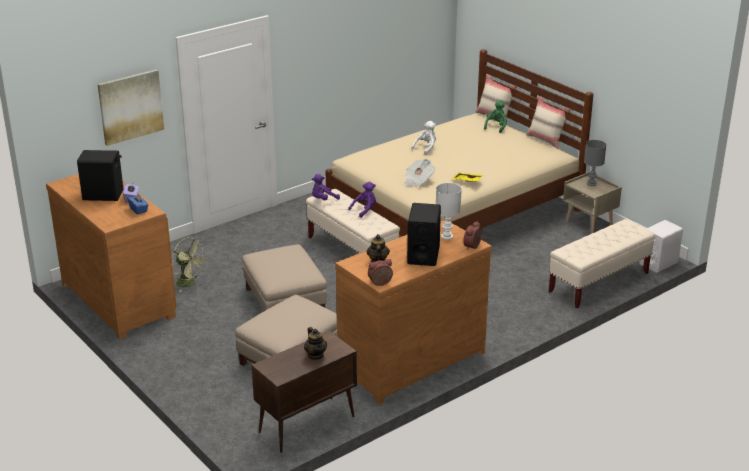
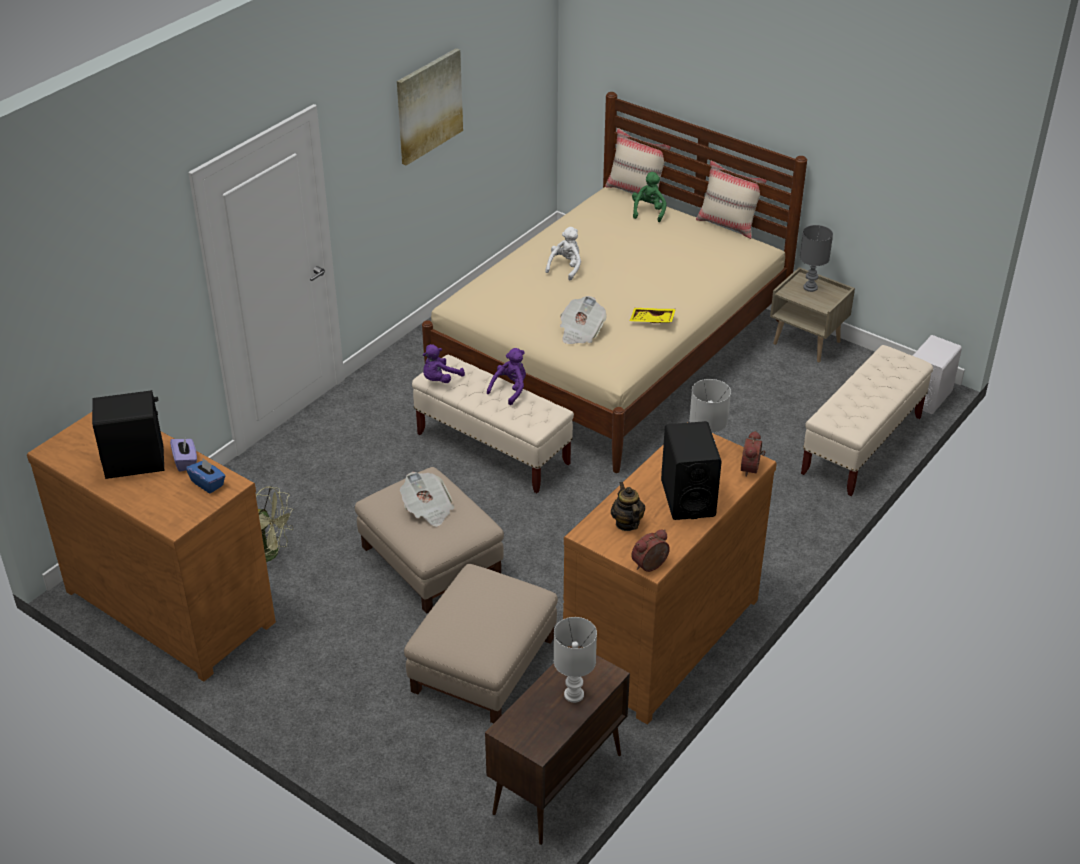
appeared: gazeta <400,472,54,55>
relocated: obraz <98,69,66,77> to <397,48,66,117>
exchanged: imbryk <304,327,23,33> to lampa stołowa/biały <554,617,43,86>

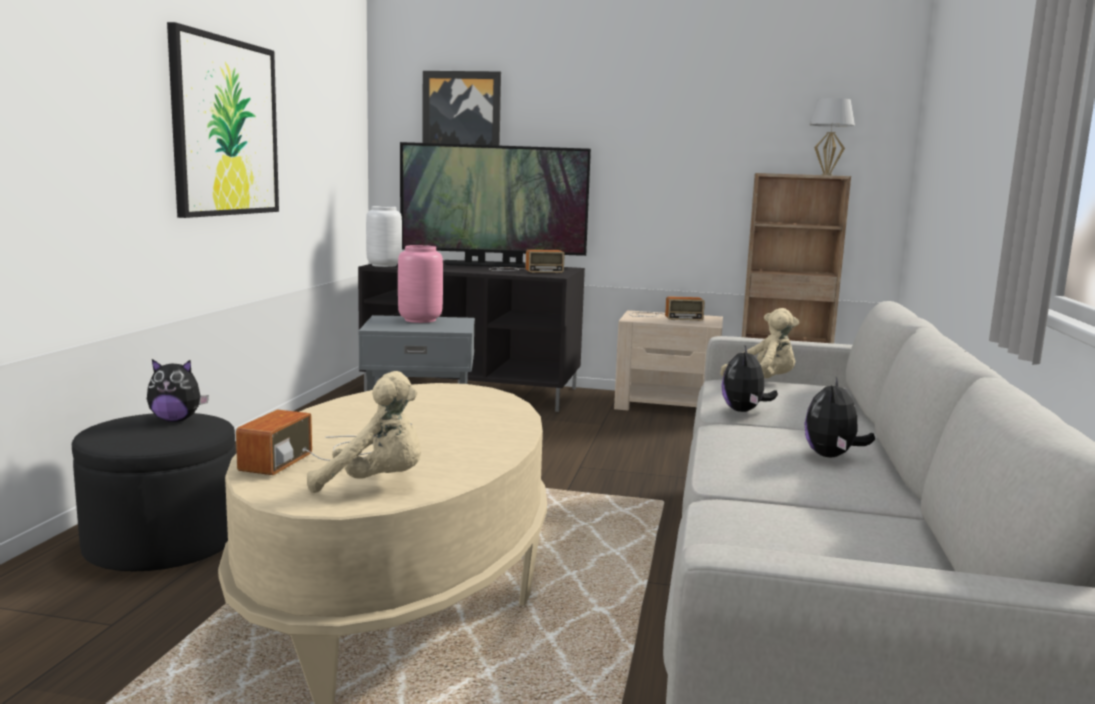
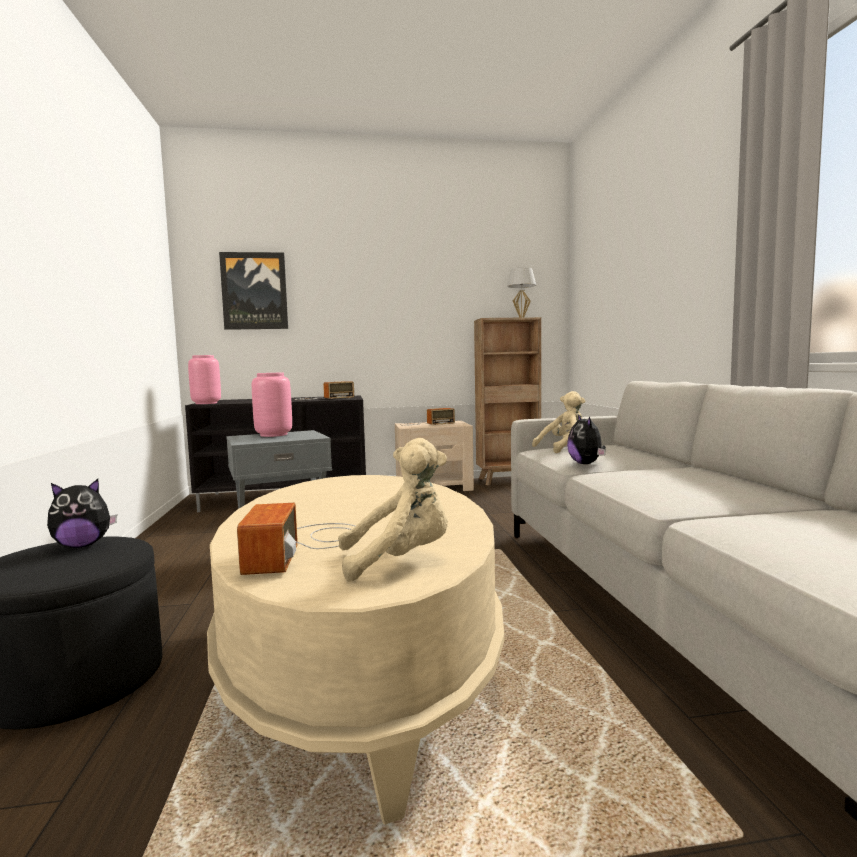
missing: obraz <167,22,112,196>; telewizor <400,142,191,126>; pluszak <805,377,70,80>
colour: wazon/biały <366,206,36,61> to wazon/różowy <188,355,33,49>

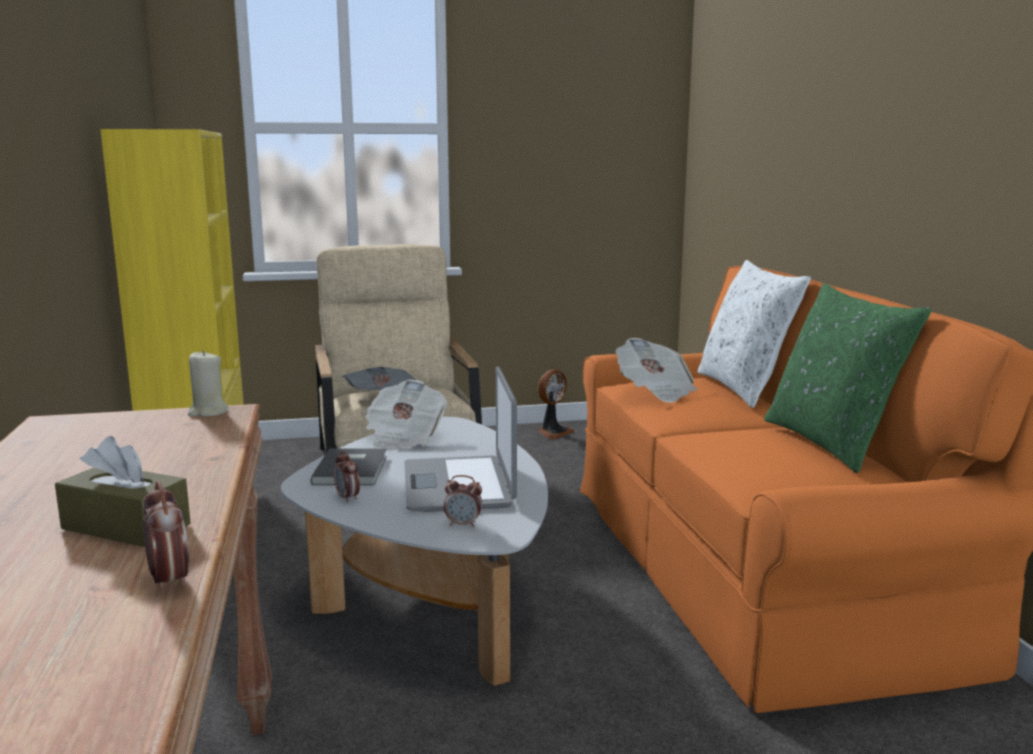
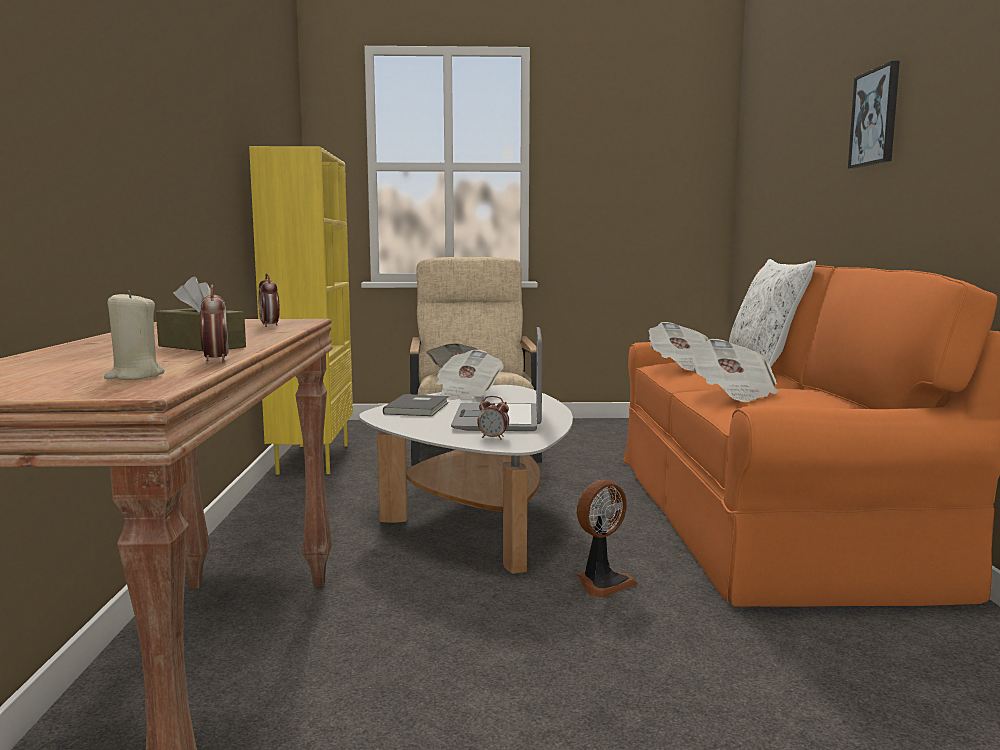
missing: poduszka/zielony <764,283,167,190>
appeared: gazeta <692,339,87,63>; obraz <848,61,52,108>
relocated: świeca/beżowy <188,350,40,67> to <104,290,61,90>; budzik <334,451,26,51> to <258,273,22,54>; wentylator <538,369,37,70> to <576,480,62,118>

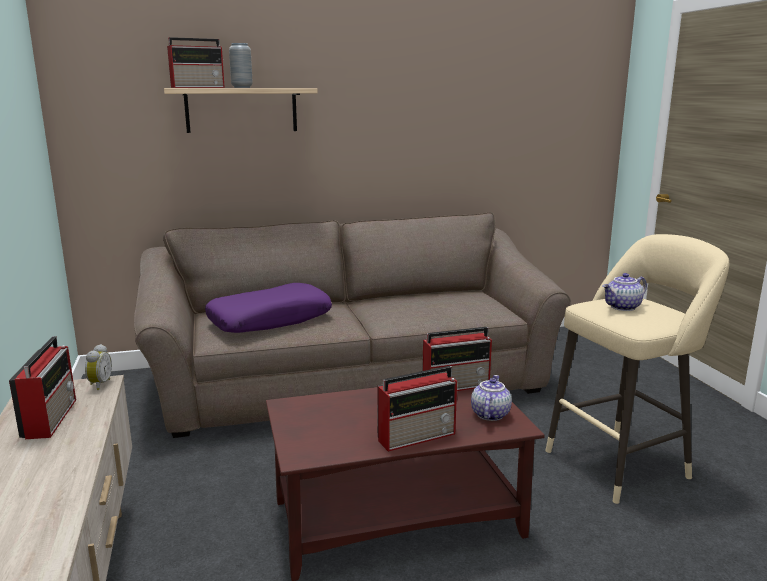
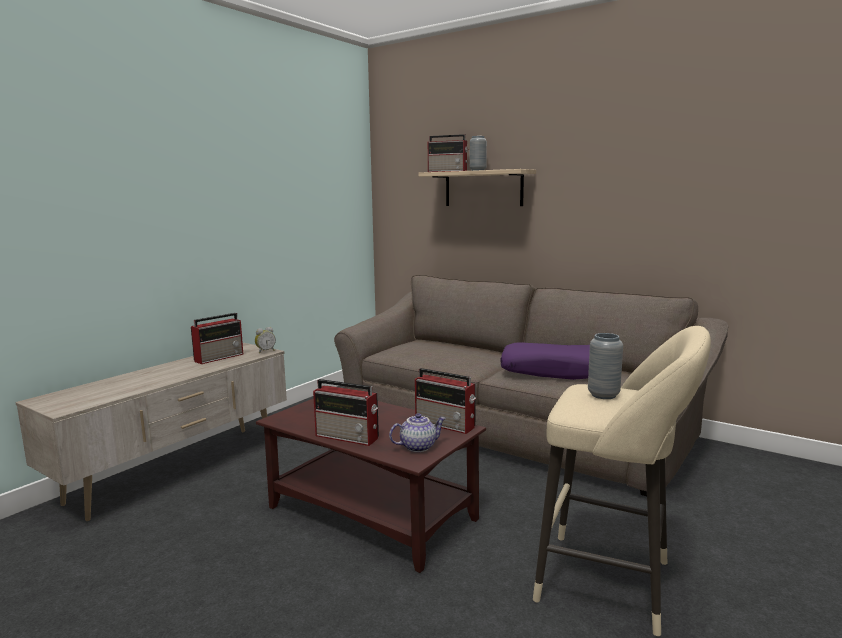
relocated: poduszka/fioletowy <205,283,127,50> to <500,342,90,38>
exchanged: imbryk <603,273,44,38> to wazon/szary <588,333,35,66>

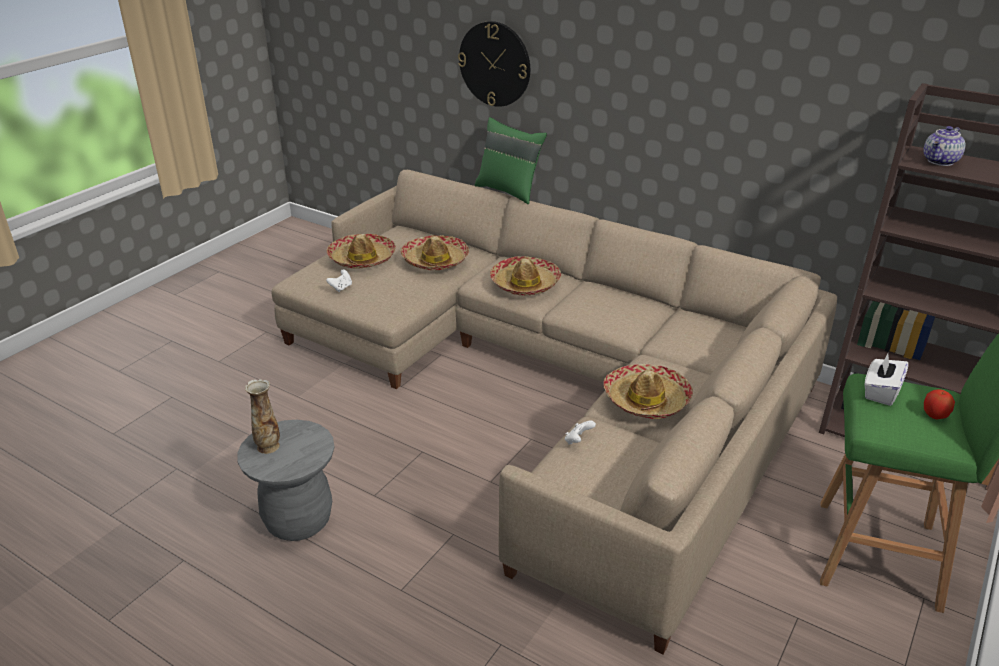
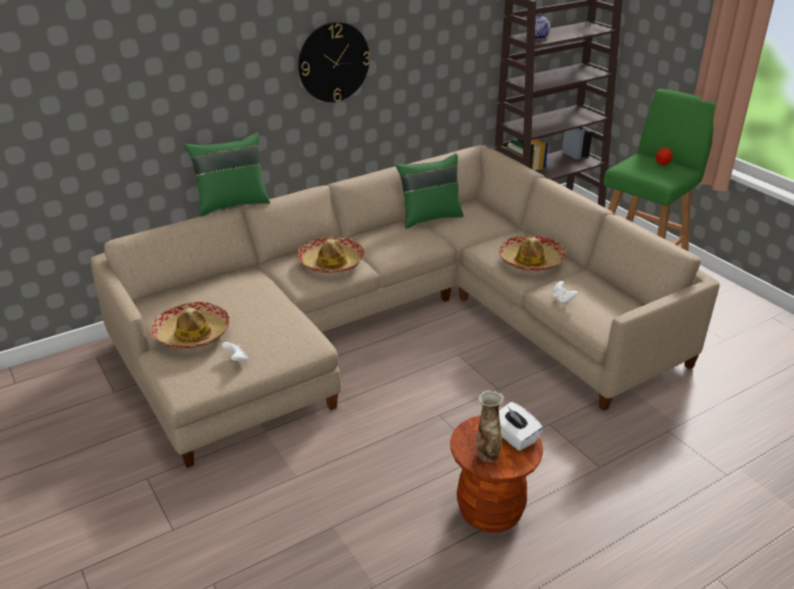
missing: kapelusz <401,235,68,35>
appeared: poduszka/zielony <396,154,68,75>
relocated: zegar ścienny <458,21,72,86> to <298,22,72,80>; pudełko chusteczek/biały <864,353,44,53> to <499,402,44,49>
colour: stołek/szary <237,420,97,121> to stołek/brązowy <450,415,93,118>

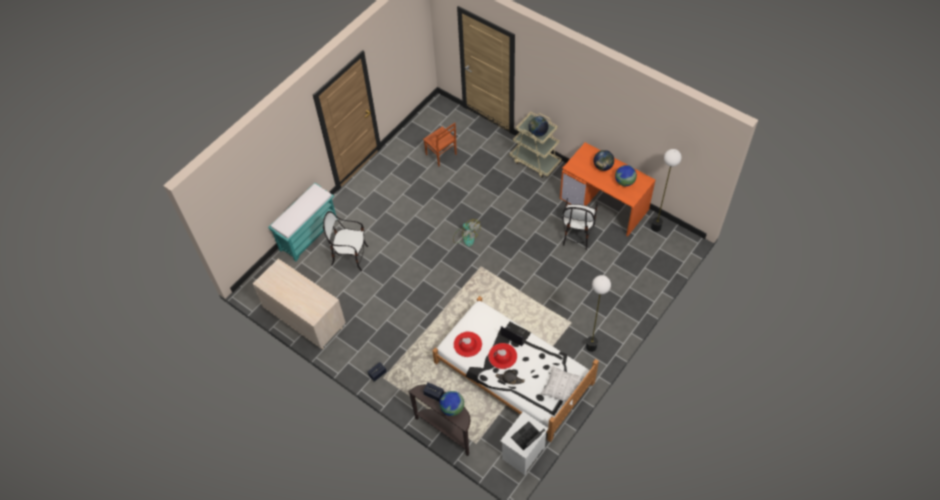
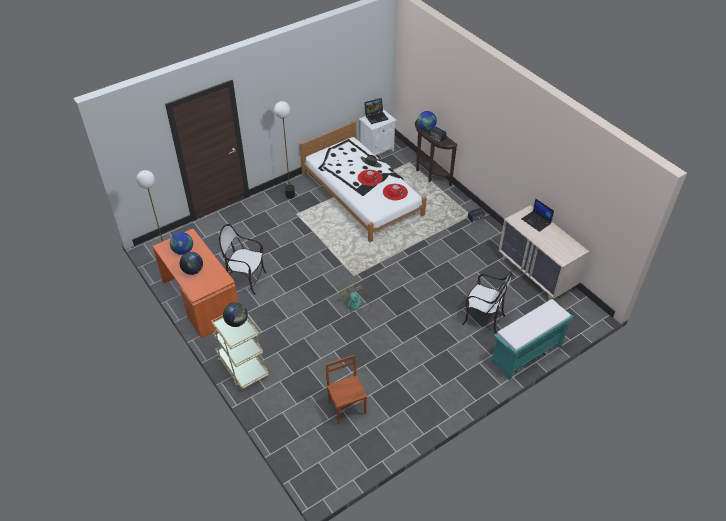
missing: poduszka <541,365,43,40>
relocated: laptop <501,322,30,24> to <522,199,32,33>
spun: krzesło <562,198,35,52> = <219,224,48,71> 105 degrees counterclockwise

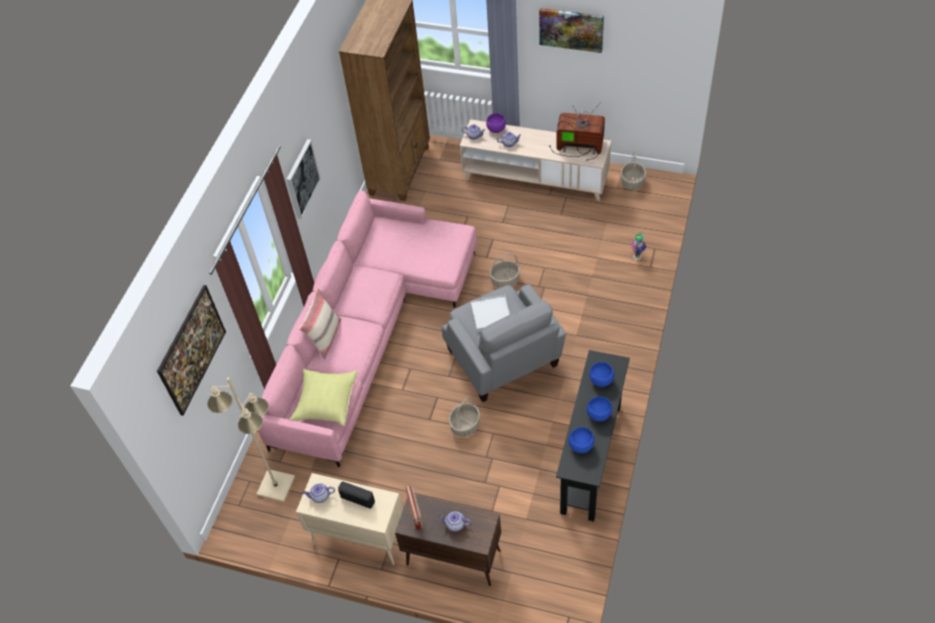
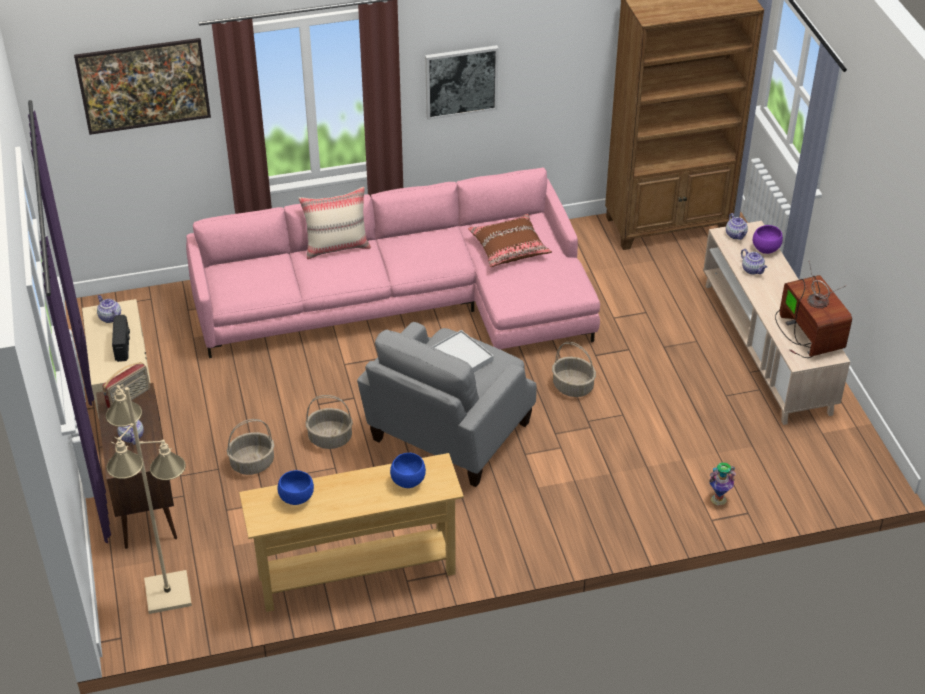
missing: poduszka/żółty <289,369,69,57>; obraz <539,8,65,45>; miska/niebieski <587,397,25,24>
appeared: poduszka/brązowy <468,214,84,53>
relocated: lampa stojąca/beżowy <207,377,88,125> to <106,384,86,230>; koszyk <621,152,25,38> to <227,419,47,56>
colour: stolik konsolowy/czarny <556,350,74,172> to stolik konsolowy/beżowy <239,453,225,159>

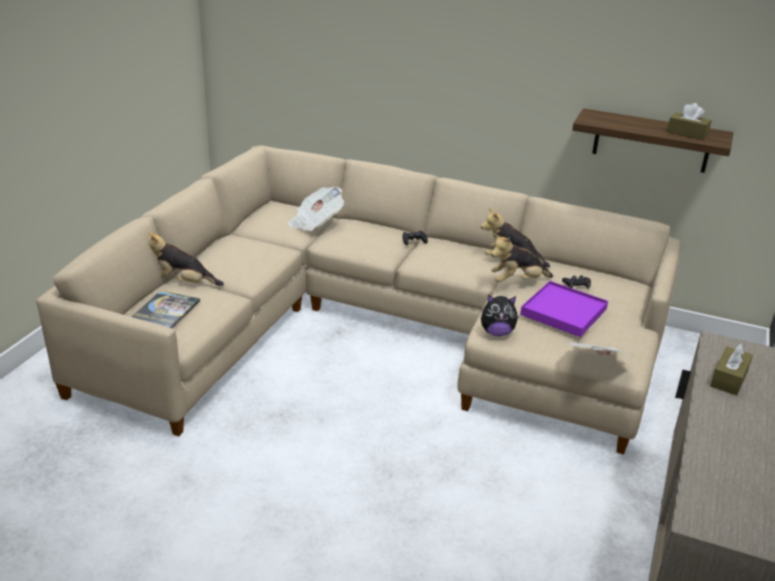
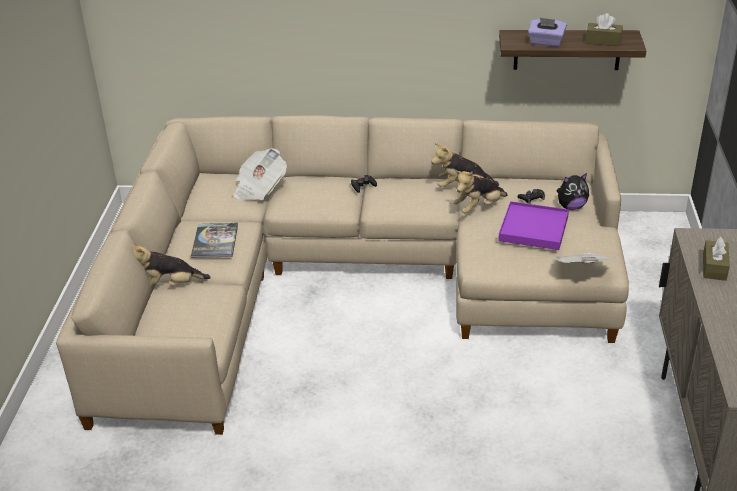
appeared: pudełko chusteczek/fioletowy <528,18,39,29>
relocated: książka <131,291,69,38> to <191,223,47,35>; pluszak <481,295,38,41> to <557,173,32,37>

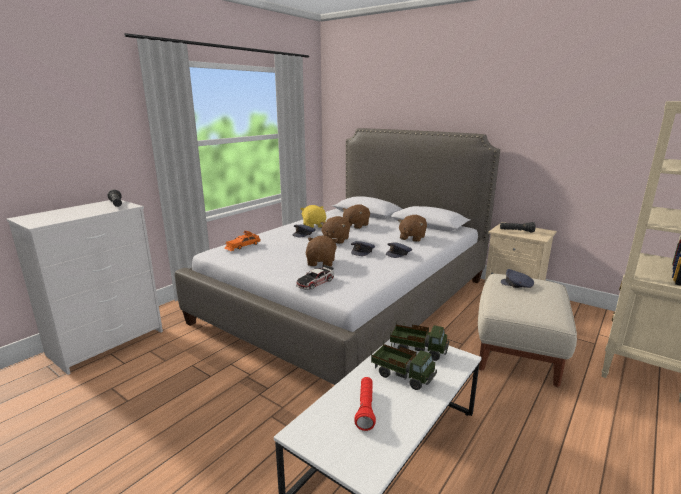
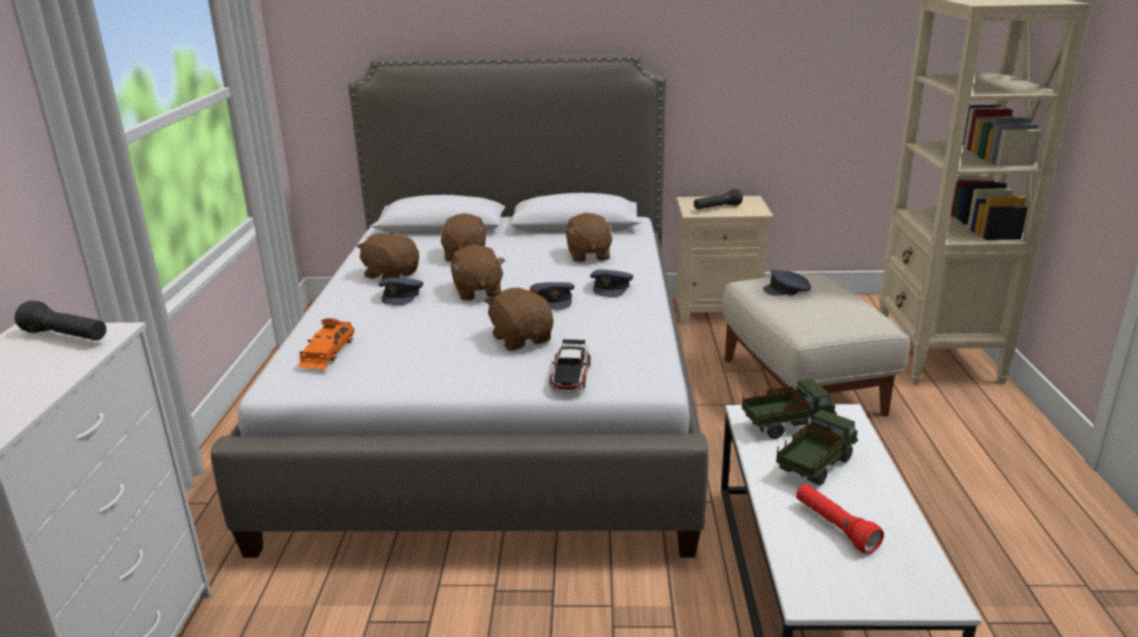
colour: pluszak/żółty <300,205,26,23> to pluszak/brązowy <357,232,62,48>
spun: ciężarówka zabawkowa <371,340,66,50> = <776,409,82,76> 45 degrees counterclockwise

